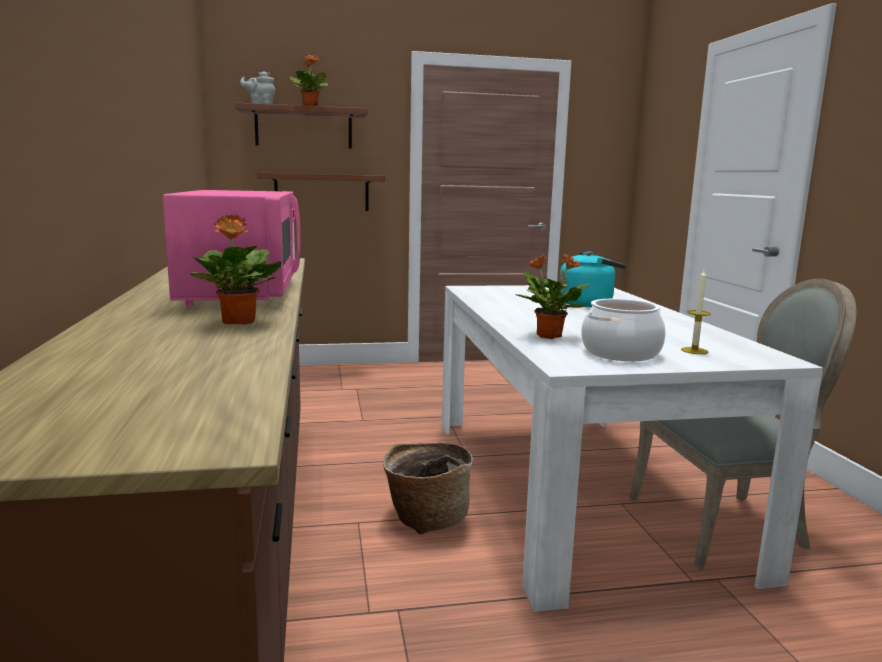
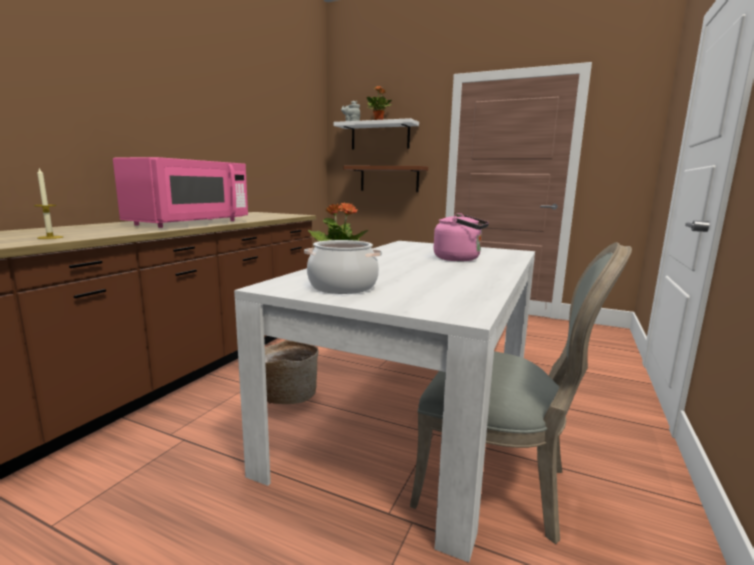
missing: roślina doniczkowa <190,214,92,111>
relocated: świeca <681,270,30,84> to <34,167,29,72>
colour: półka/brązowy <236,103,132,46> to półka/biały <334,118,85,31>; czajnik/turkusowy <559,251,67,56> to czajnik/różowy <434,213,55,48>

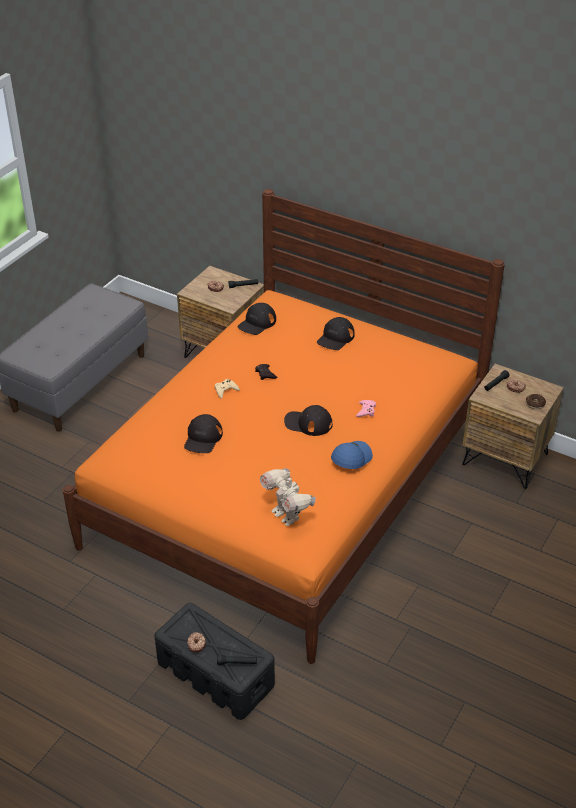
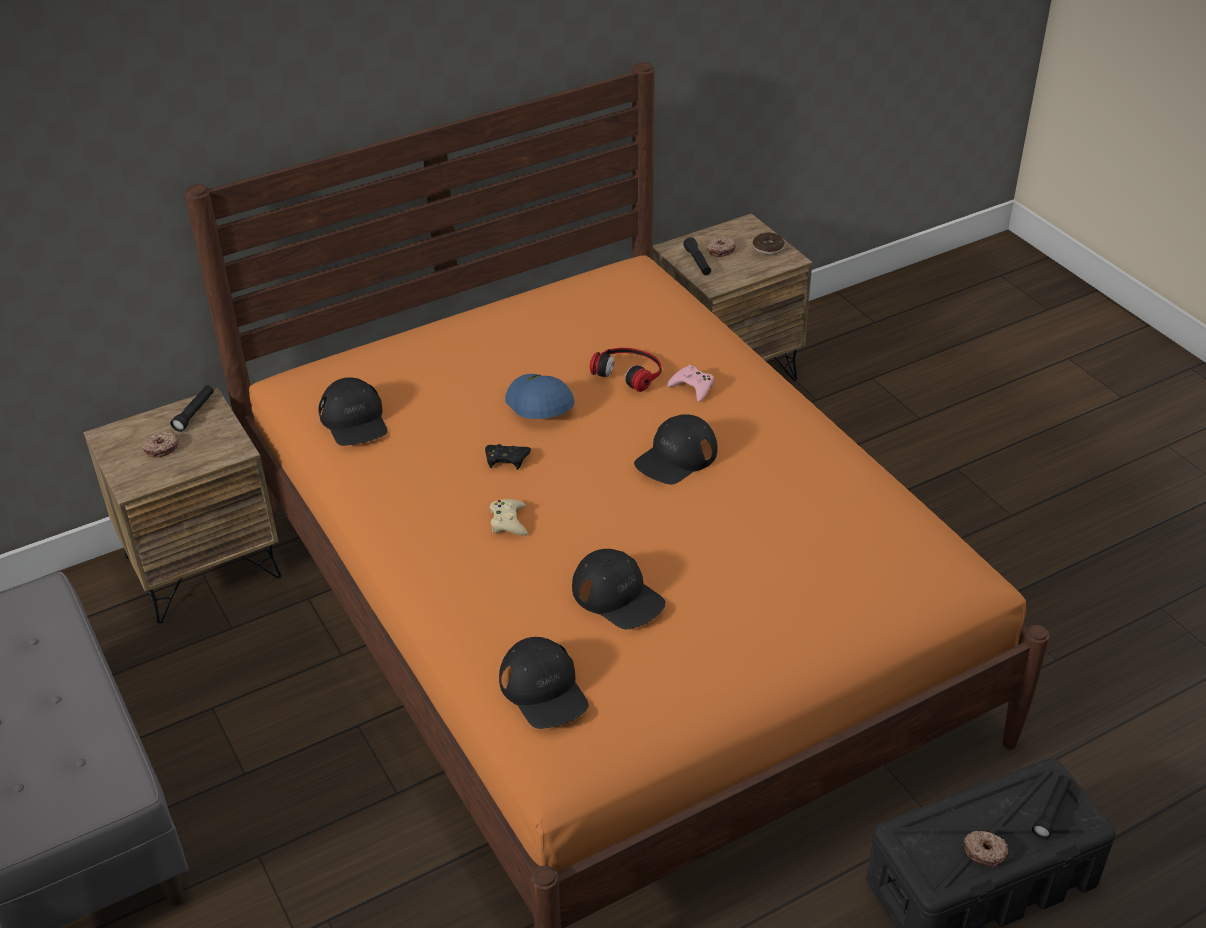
missing: robot zabawkowy <260,468,56,58>
appeared: słuchawki <590,348,72,44>
relocated: czapka z daszkiem/czarny <317,317,38,33> to <499,637,90,92>; czapka z daszkiem/niebieski <331,441,42,28> to <505,374,70,45>

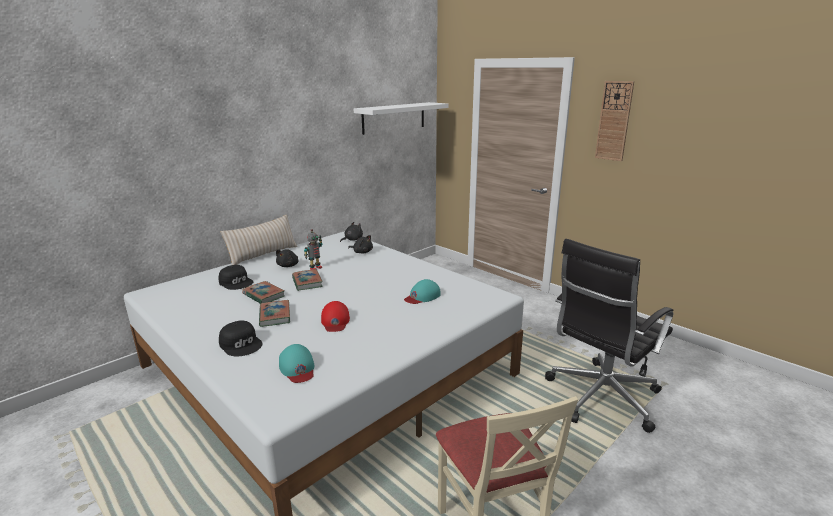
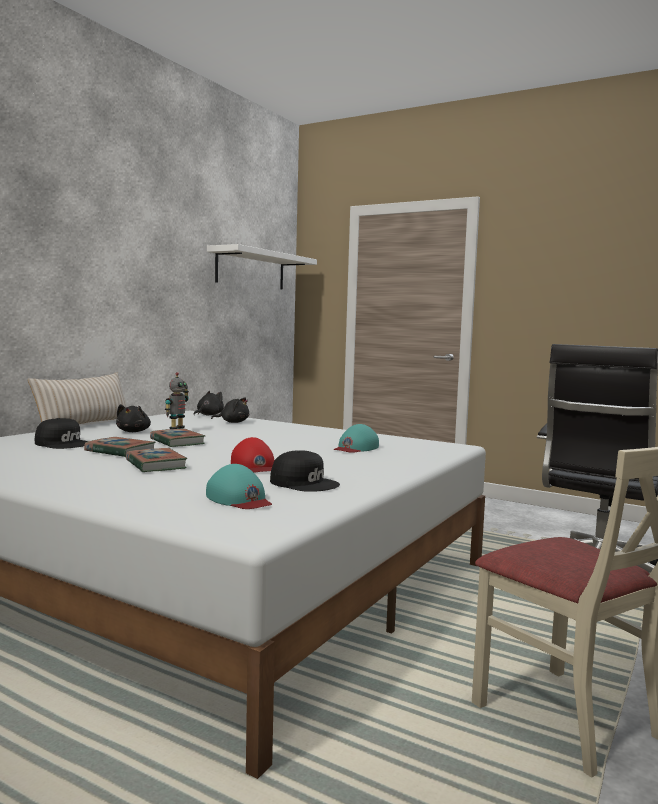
missing: zegar ścienny <595,81,39,80>
relocated: czapka z daszkiem/czarny <219,321,44,35> to <270,450,70,42>

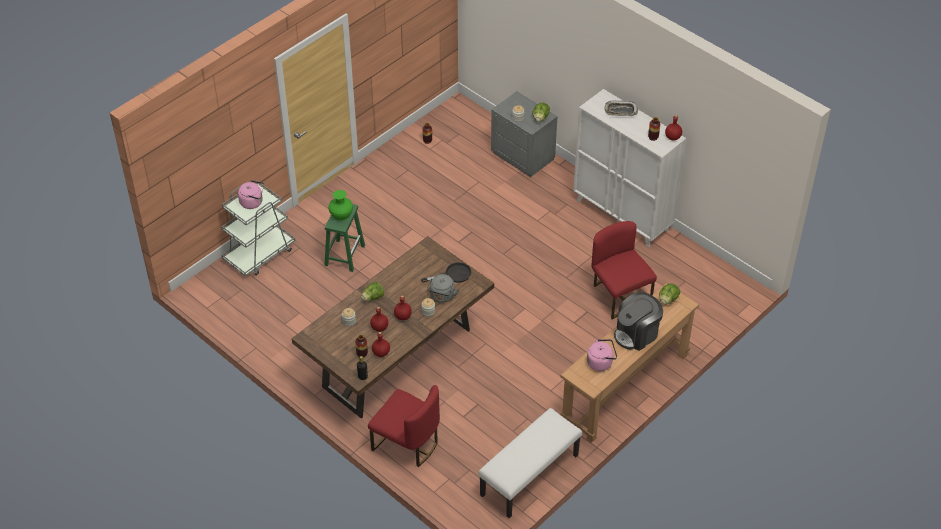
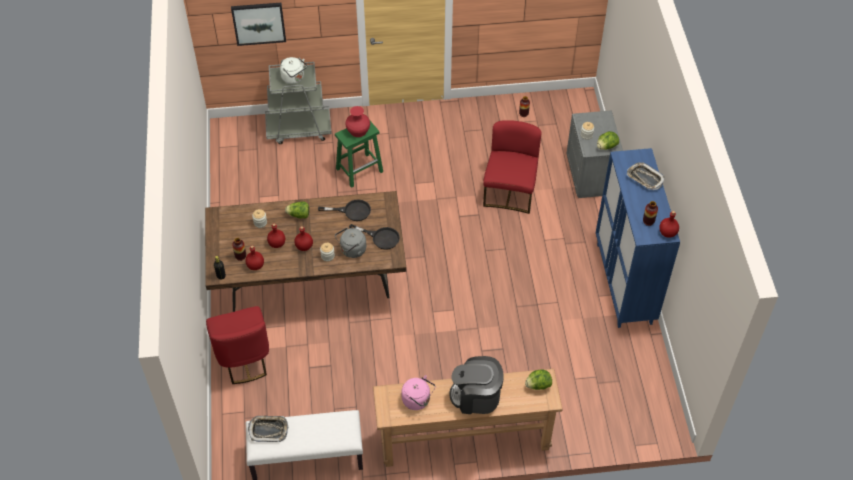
appeared: obraz <231,3,55,43>; taca <248,416,40,26>; patelnia/czarny <318,199,53,22>
relocated: krzesło/czerwony <592,221,65,98> to <483,120,59,94>
colour: czajnik/różowy <238,180,26,29> to czajnik/biały <280,57,27,27>; wazon/zielony <328,190,25,31> to wazon/czerwony <345,106,25,31>; szafka/biały <573,89,113,158> to szafka/niebieski <596,148,84,180>

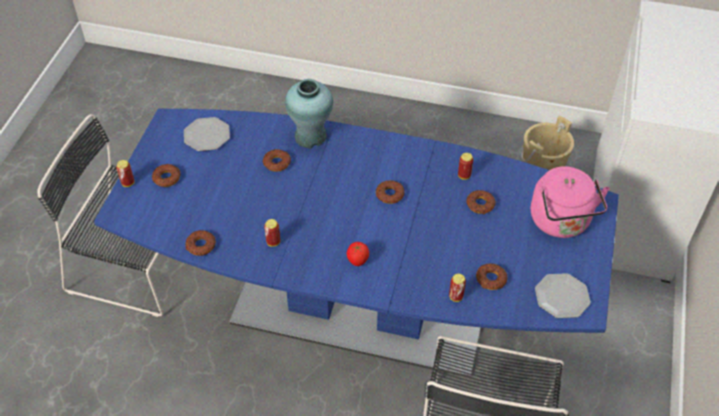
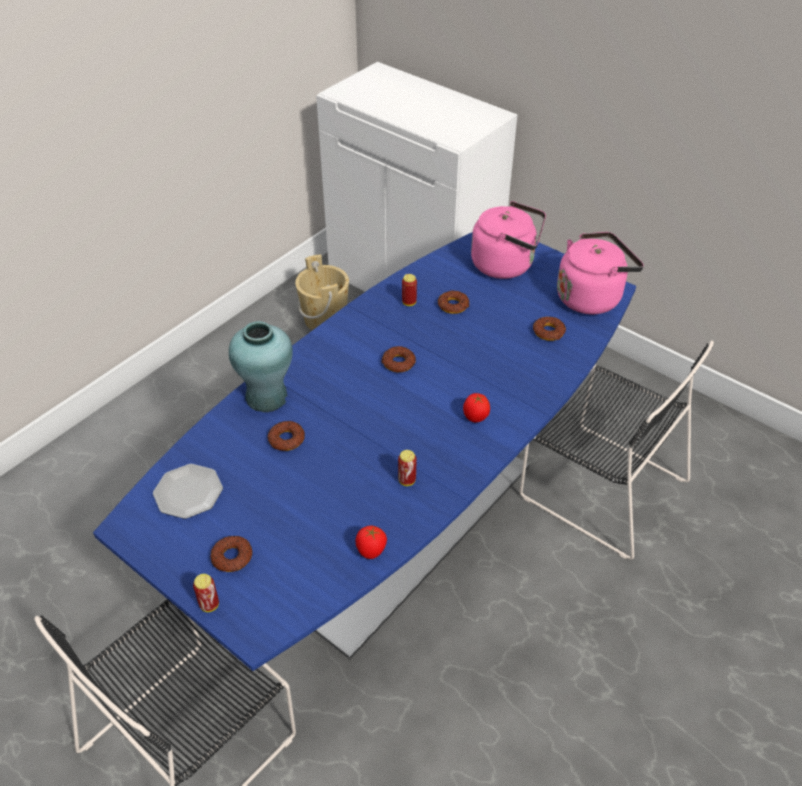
missing: puszka <449,274,17,28>
exchanged: donut <185,230,31,26> to pomidor <355,525,32,34>; talerz <535,273,56,45> to czajnik/różowy <557,232,87,82>

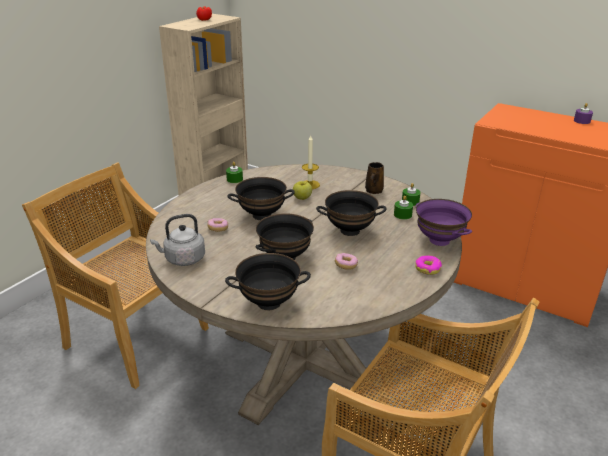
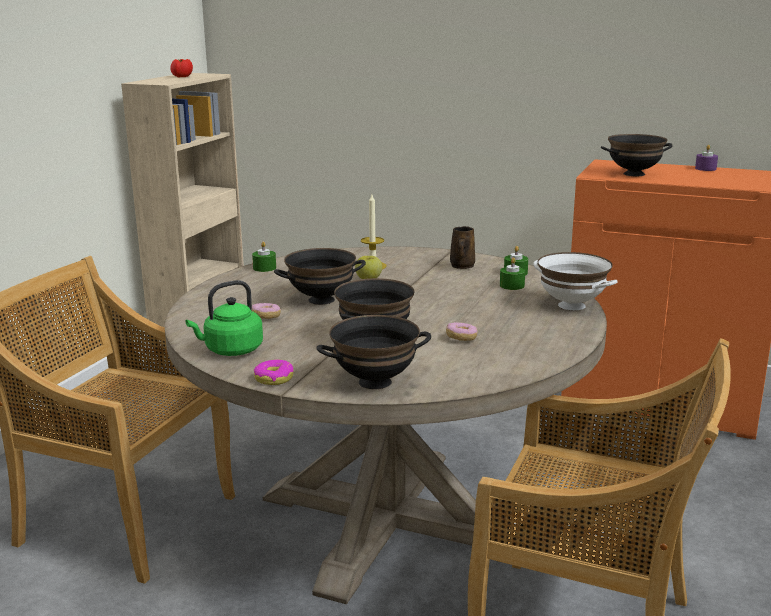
relocated: donut <415,255,27,20> to <254,360,40,25>; miska/czarny <316,190,70,46> to <601,134,72,42>
colour: czajnik/szary <150,214,55,52> to czajnik/zielony <186,280,77,76>; miska/fioletowy <416,199,56,47> to miska/biały <533,252,85,58>

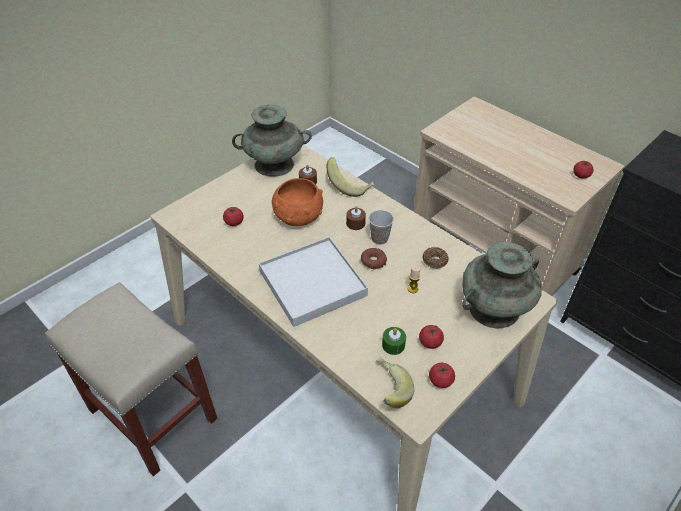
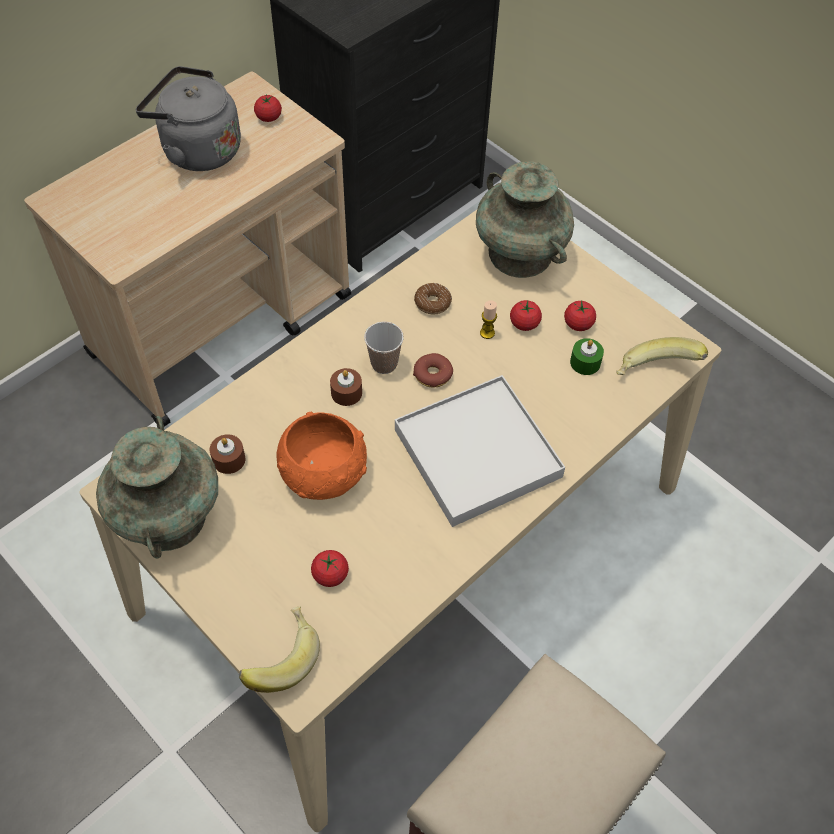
appeared: czajnik/szary <136,66,105,105>
relocated: banan <326,157,49,40> to <239,607,81,86>; pomidor <429,363,26,25> to <510,300,32,31>

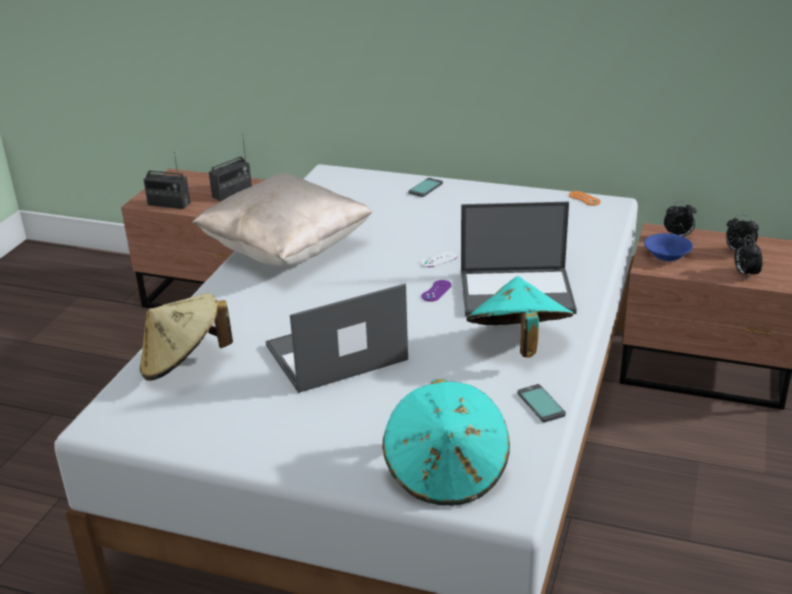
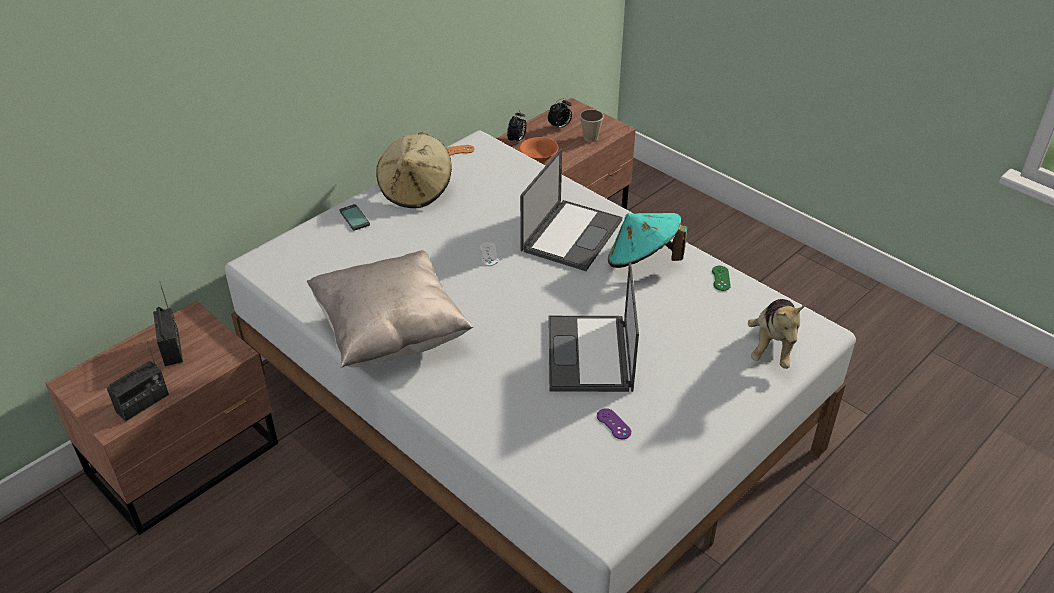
relocated: kapelusz/beżowy <140,293,93,88> to <376,132,76,76>; pad do gier/fioletowy <421,280,31,22> to <597,408,34,31>
exchanged: budzik <734,235,29,43> to filiżanka <580,109,24,33>; telefon <517,384,49,38> to pad do gier/zielony <712,266,19,25>; kapelusz/turkusowy <382,379,128,127> to pluszak <748,299,57,70>
colour: miska/niebieski <644,233,49,28> to miska/pomarańczowy <520,137,38,25>

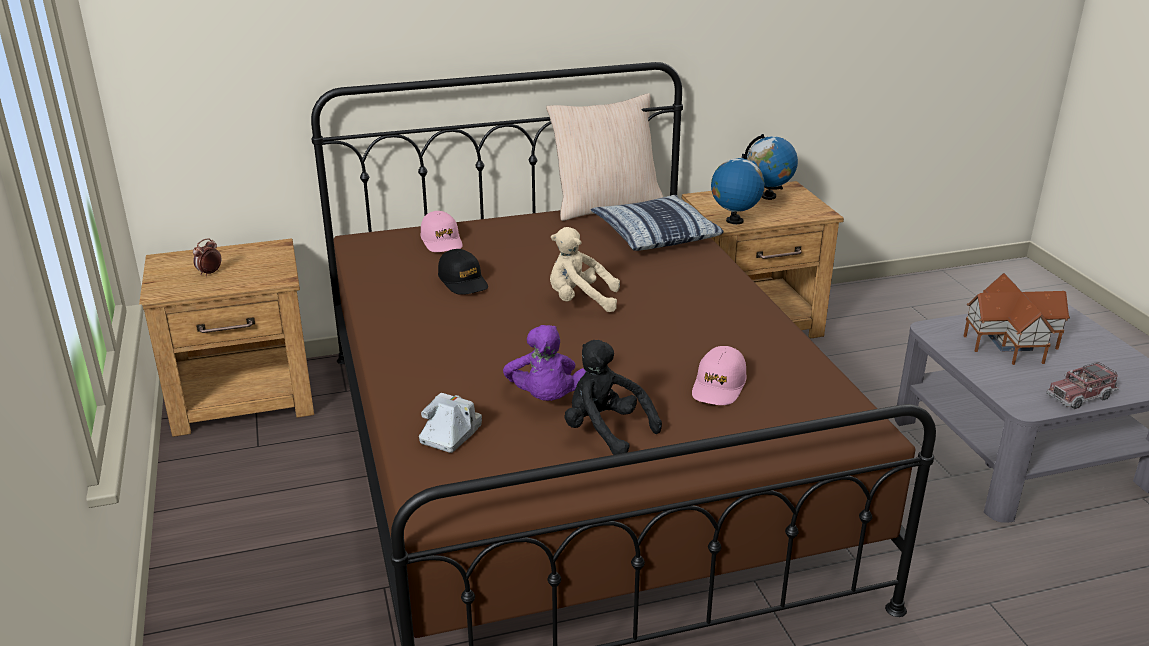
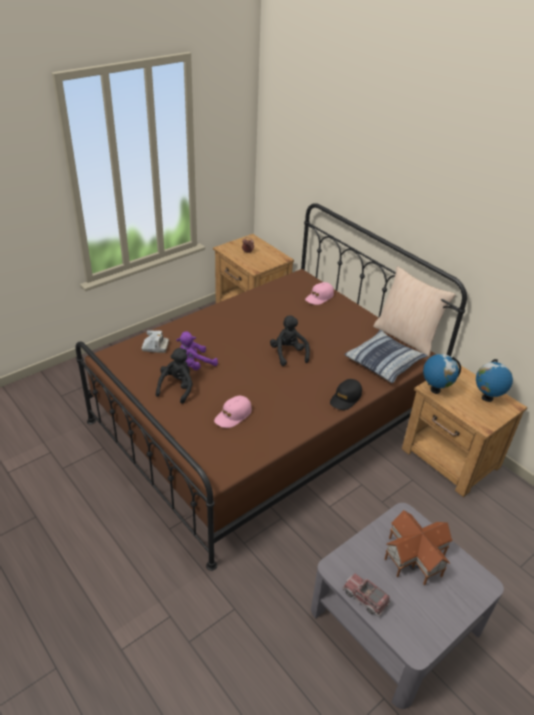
relocated: czapka z daszkiem/czarny <438,249,50,46> to <330,379,32,31>
colour: pluszak/beżowy <550,227,70,85> to pluszak/czarny <270,315,40,51>
spun: czapka z daszkiem/różowy <692,346,55,59> = <214,396,38,32> 45 degrees counterclockwise

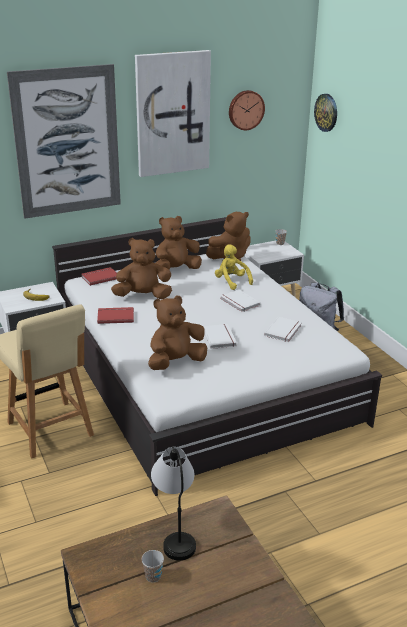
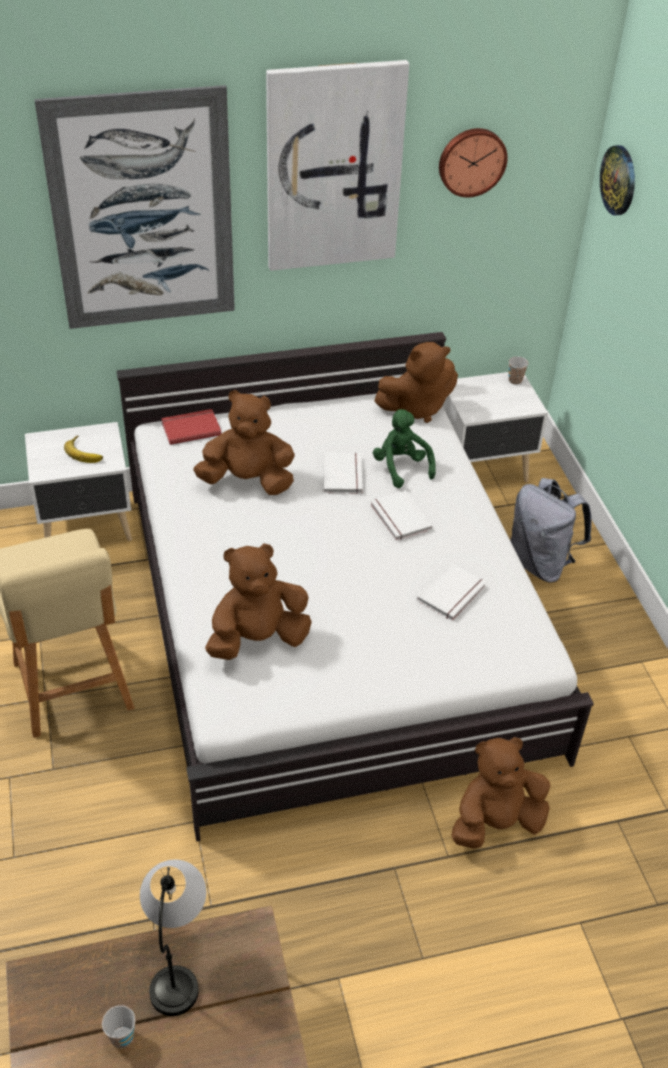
missing: książka/czerwony <97,307,37,17>
relocated: książka/biały <203,324,34,25> to <323,453,40,41>; pluszak/brązowy <156,216,46,54> to <452,737,99,112>
colour: pluszak/żółty <215,244,38,46> to pluszak/zielony <373,409,63,79>

